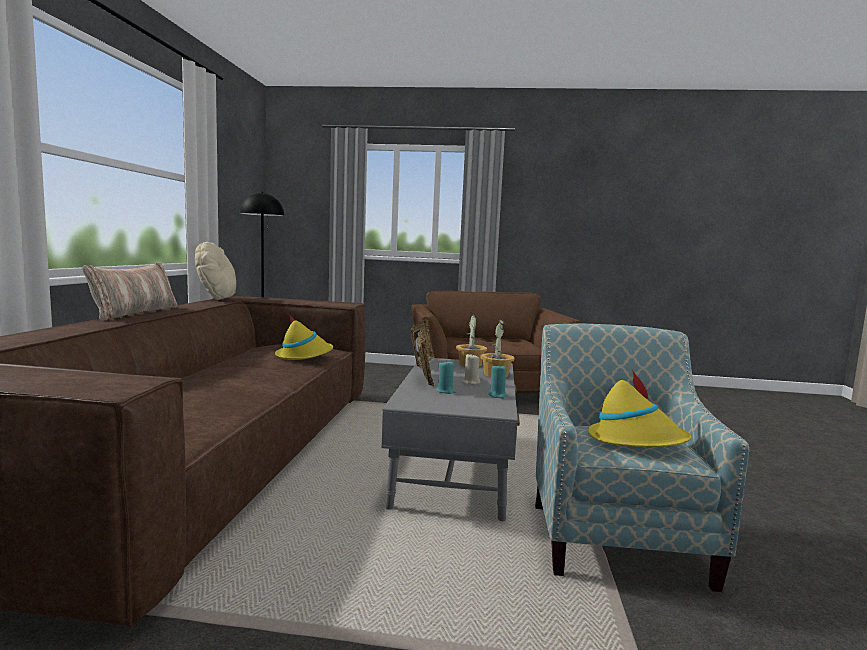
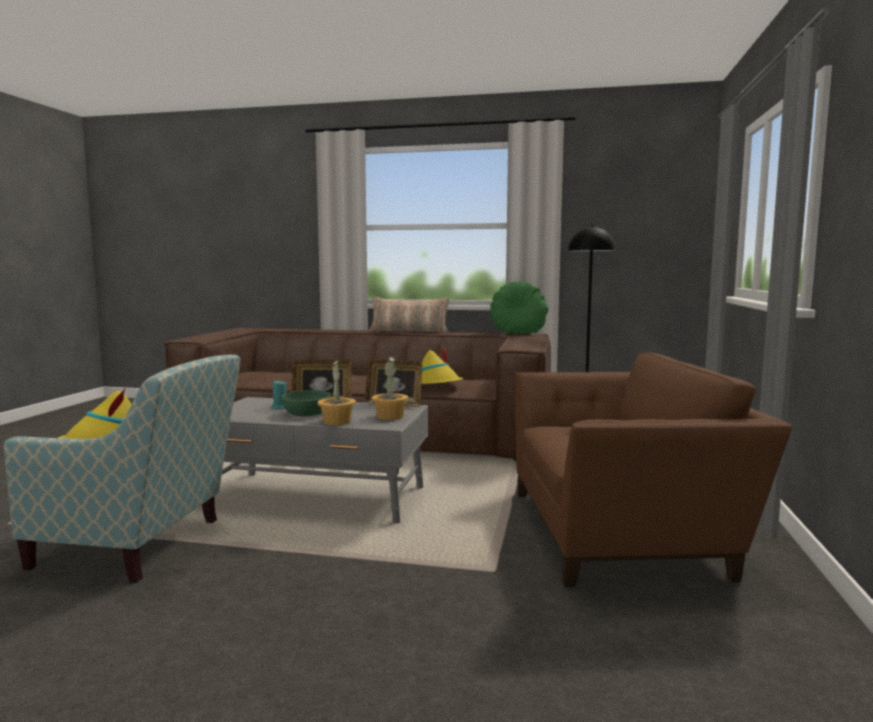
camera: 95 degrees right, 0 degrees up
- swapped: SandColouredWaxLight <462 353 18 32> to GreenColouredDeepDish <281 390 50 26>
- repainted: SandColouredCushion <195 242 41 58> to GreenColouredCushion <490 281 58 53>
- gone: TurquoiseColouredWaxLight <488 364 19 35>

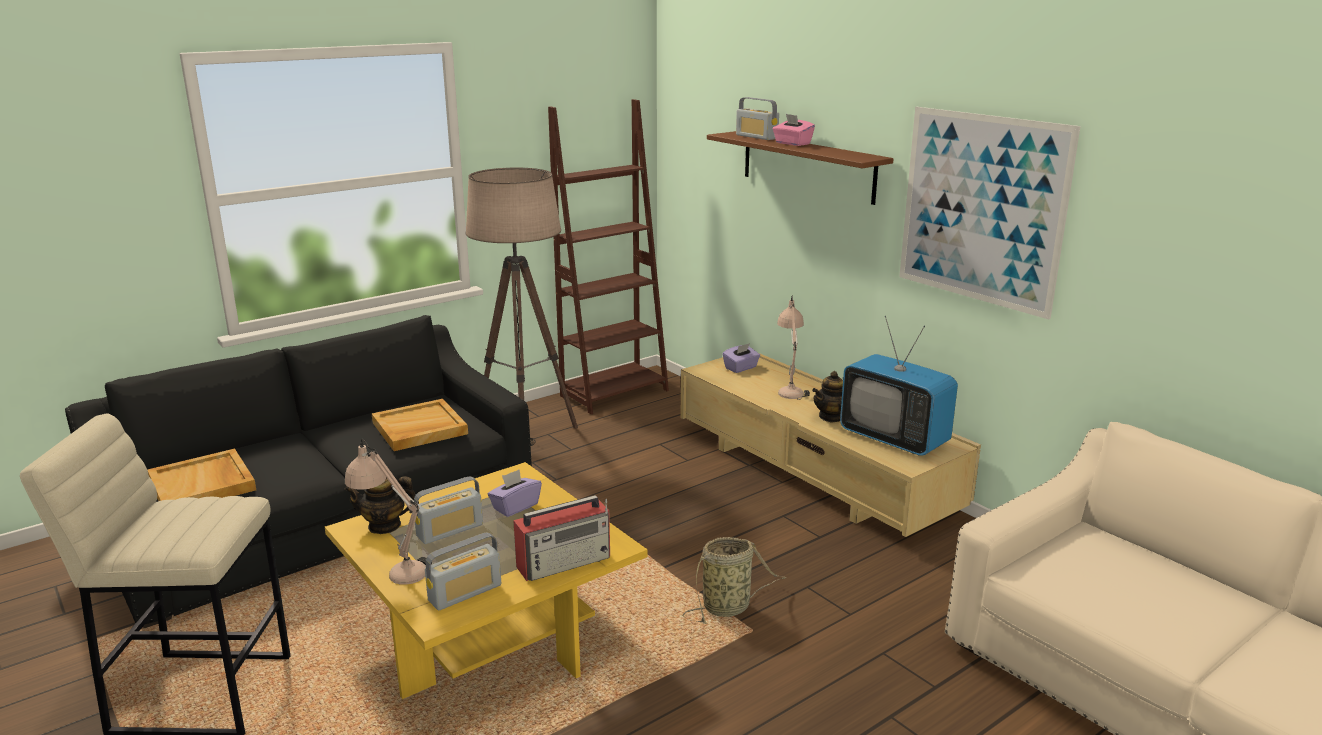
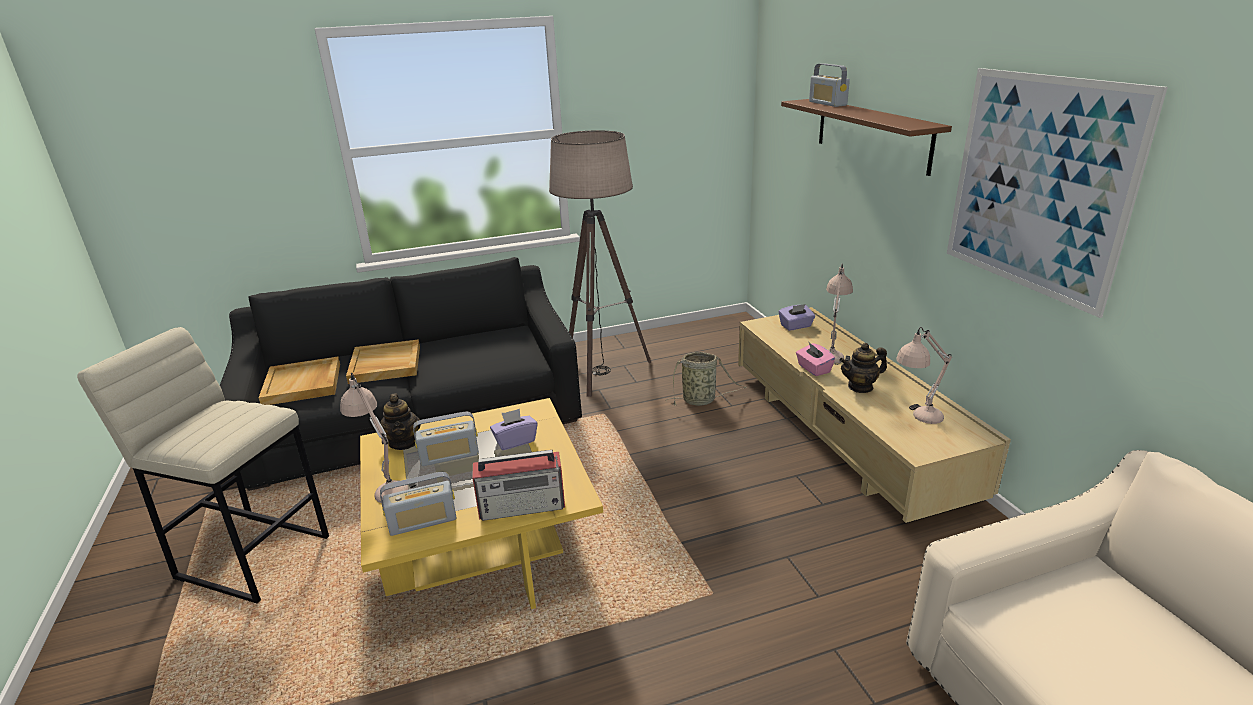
camera: 20 degrees right, 5 degrees up
- shifted: SandColouredCarryingTray <372 399 96 52> to <346 339 74 45>
- rotated: PotForTea <344 476 75 58> = <380 393 41 57> 120 degrees counterclockwise
- shifted: StorageBasket <682 537 105 87> to <666 352 81 54>
- shifted: PinkishTissueBox <773 114 42 32> to <796 343 39 33>
- swapped: TvSet <840 316 118 140> to SandColouredTableLamp <896 327 56 97>
- gone: BrownColouredBookcase <548 99 121 315>

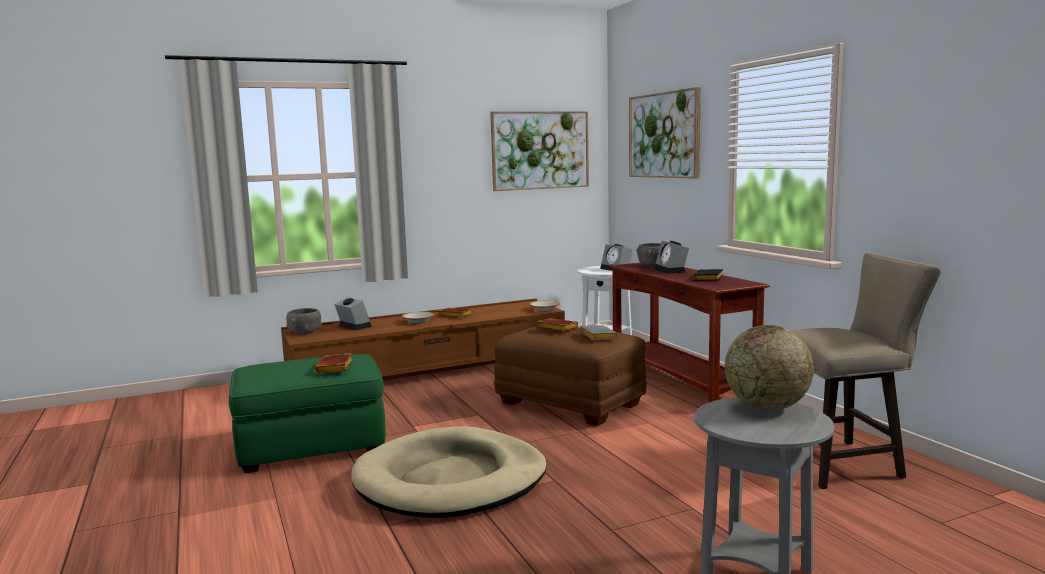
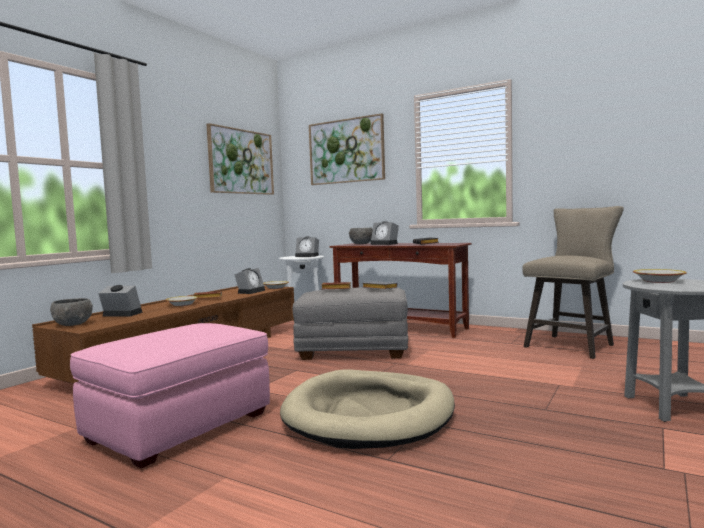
camera: 35 degrees left, 5 degrees down
- repainted: GreenColouredPouffe <229 354 157 119> to PinkishPouffe <70 323 200 145>
- new: TableClock <234 268 31 26>
- repainted: BrownColouredPouffe <494 326 153 100> to GreyPouffe <293 287 115 73>
- swapped: Globe <725 325 89 86> to DeepDish <633 269 54 14>
- gone: BrownColouredVolume <314 353 39 21>

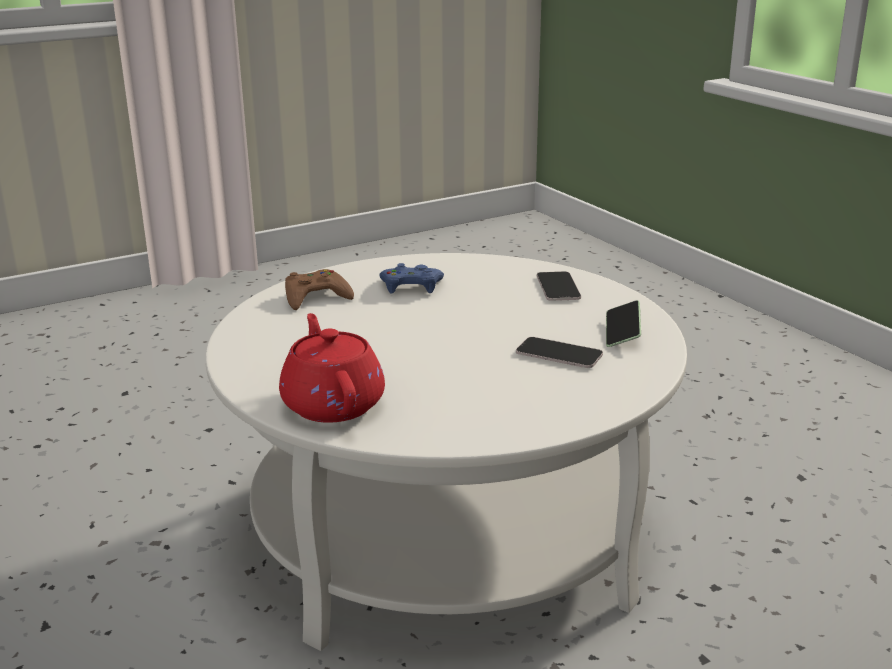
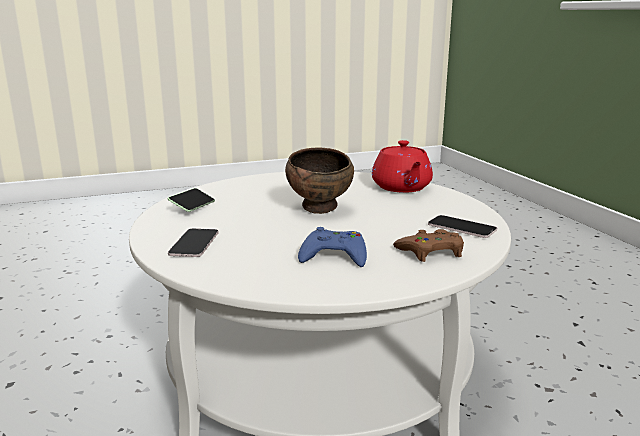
camera: 170 degrees left, 5 degrees down
- new: BrownColouredDeepDish <285 147 69 67>
- shifted: Phone <516 337 87 31> to <428 215 69 23>

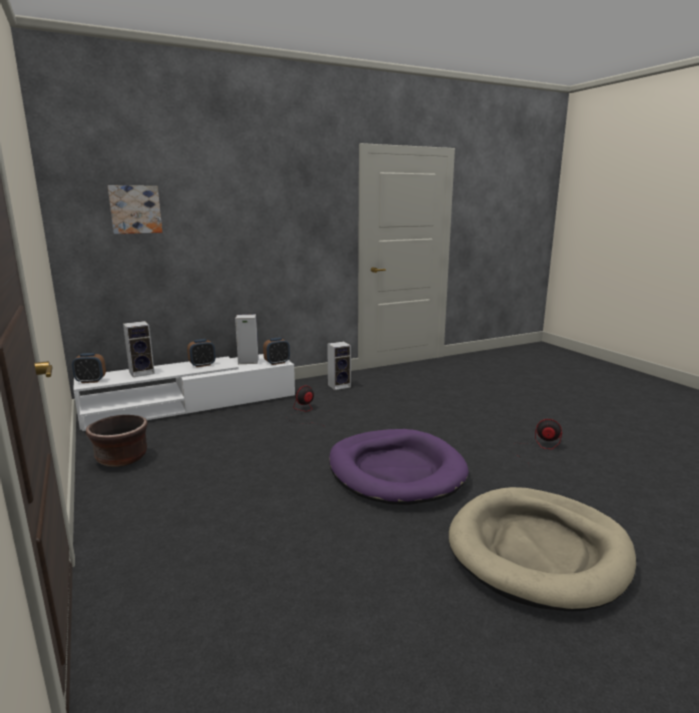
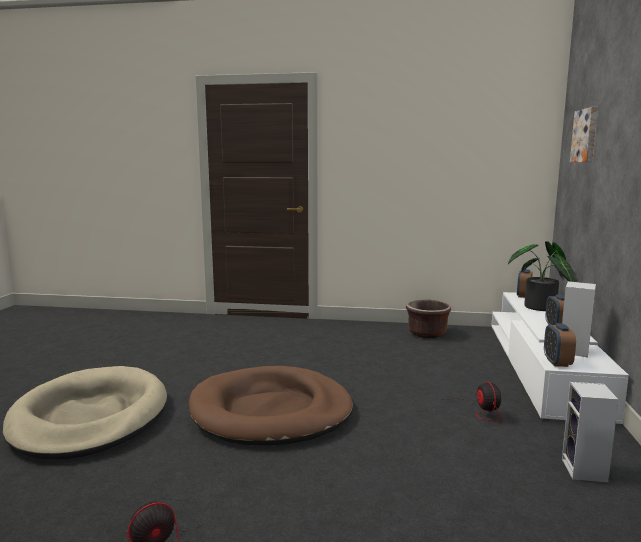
camera: 125 degrees right, 5 degrees down
- repainted: PurplePetBed <329 429 140 76> to BrownColouredPetBed <189 366 164 79>
- swapped: Loudspeaker <123 321 32 56> to PlantInAPot <508 241 67 70>

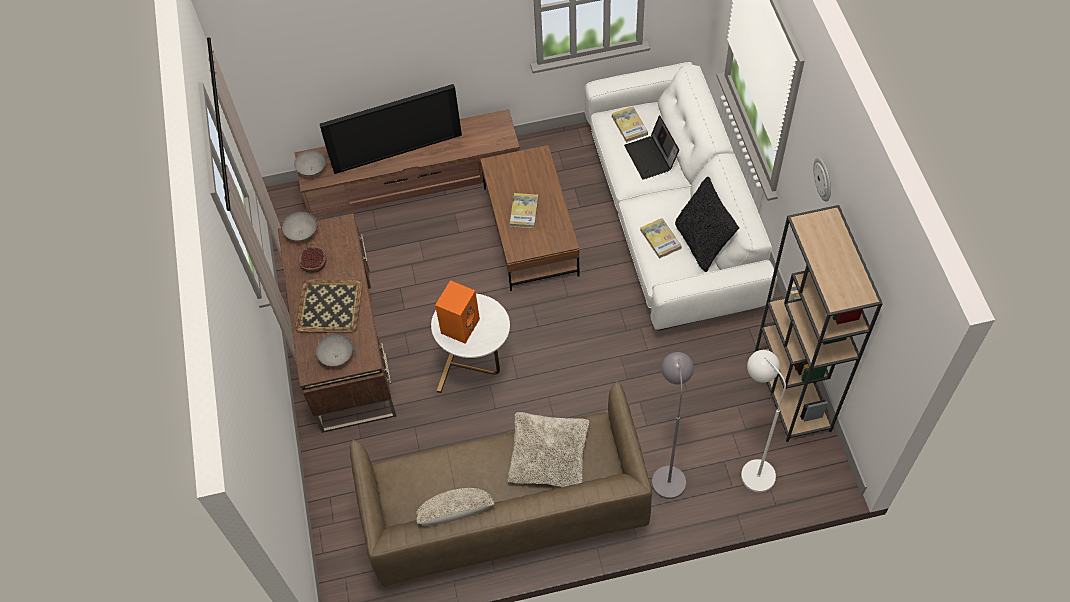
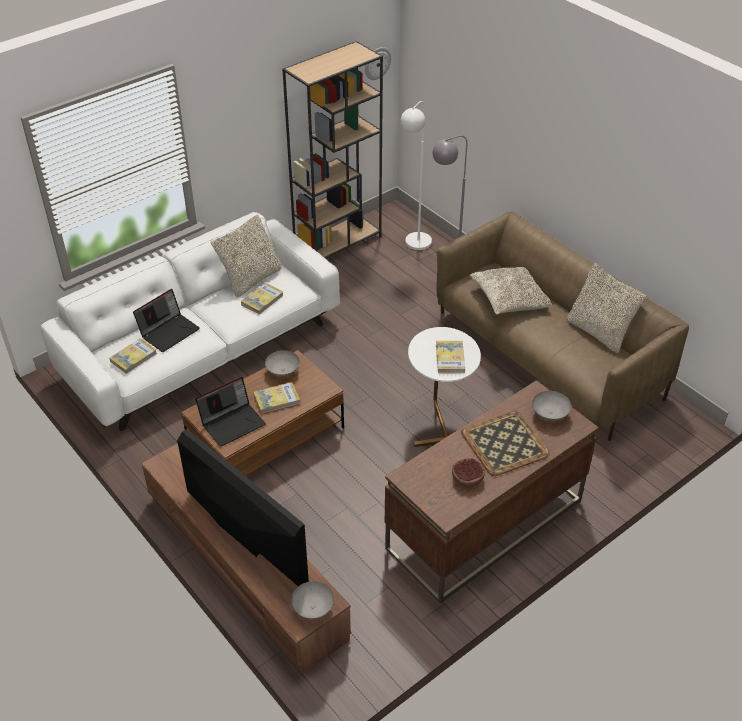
camera: 120 degrees left, 15 degrees down
- new: NotebookComputer <195 377 71 70>
- repainted: BlackColouredCushion <675 176 64 96> to SandColouredCushion <211 215 71 83>
- shifted: GreyDeepDish <282 212 35 29> to <265 350 35 27>
- shifted: ClockOnTheWall <813 157 18 44> to <365 47 26 33>
- swapped: OrangeColouredLoudspeaker <435 280 45 64> to Volume <436 341 29 32>

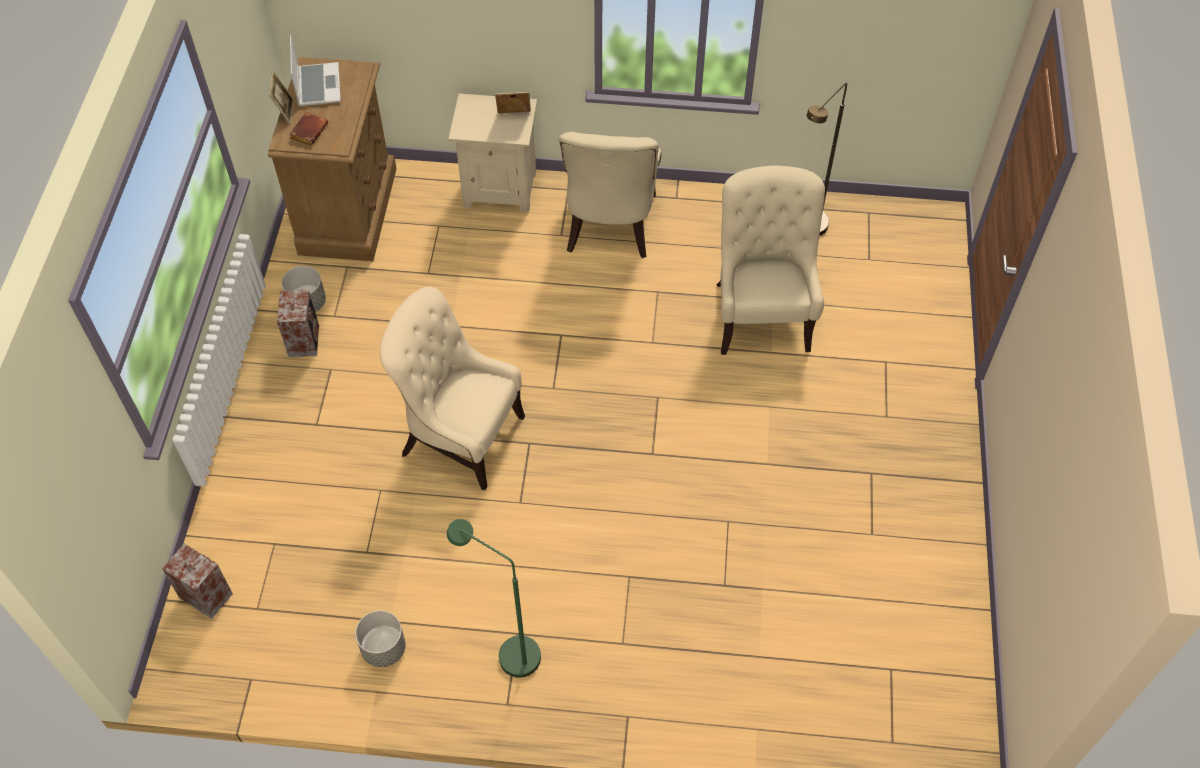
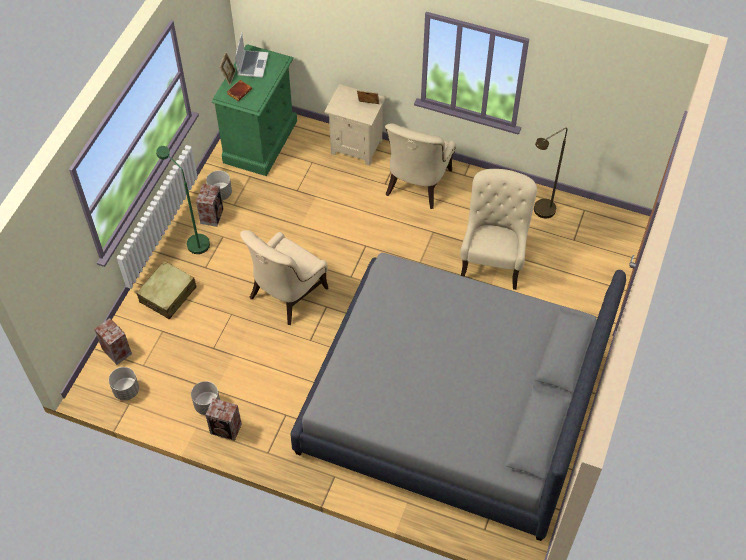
camera: 15 degrees right, 0 degrees up
- new: GreyFlowerPot <109 367 30 34>
- new: SandColouredSuitcase <136 261 61 58>
- shifted: GreenColouredStandardLamp <447 519 94 159> to <156 146 54 108>
- new: Loudspeaker <205 398 37 43>
- repainted: BrownColouredDresser <268 57 129 204> to GreenColouredDresser <212 44 85 132>
- rotated: SandColouredUprightChair <380 287 145 204> = <240 230 88 95> 90 degrees counterclockwise
- new: GreySleepingBed <290 253 336 288>

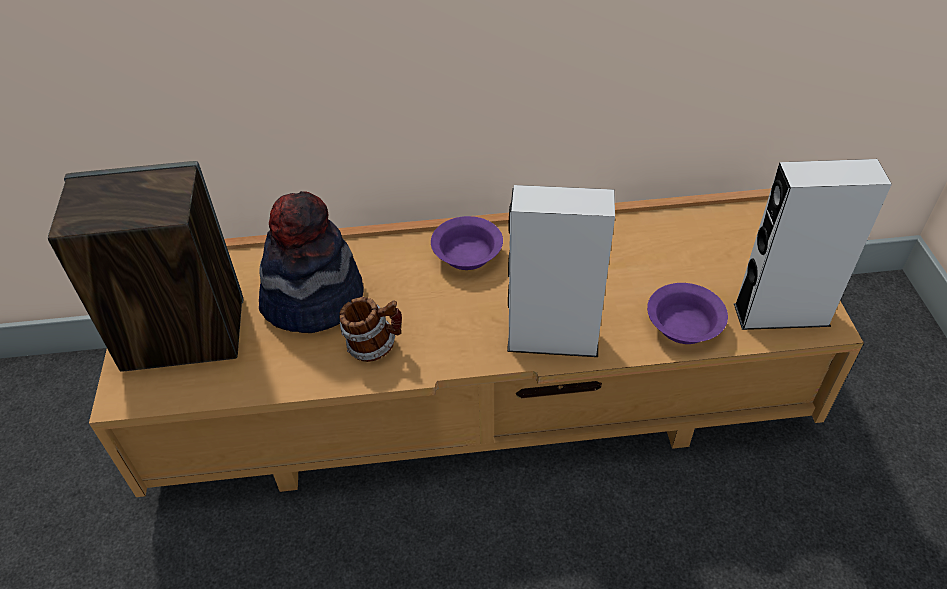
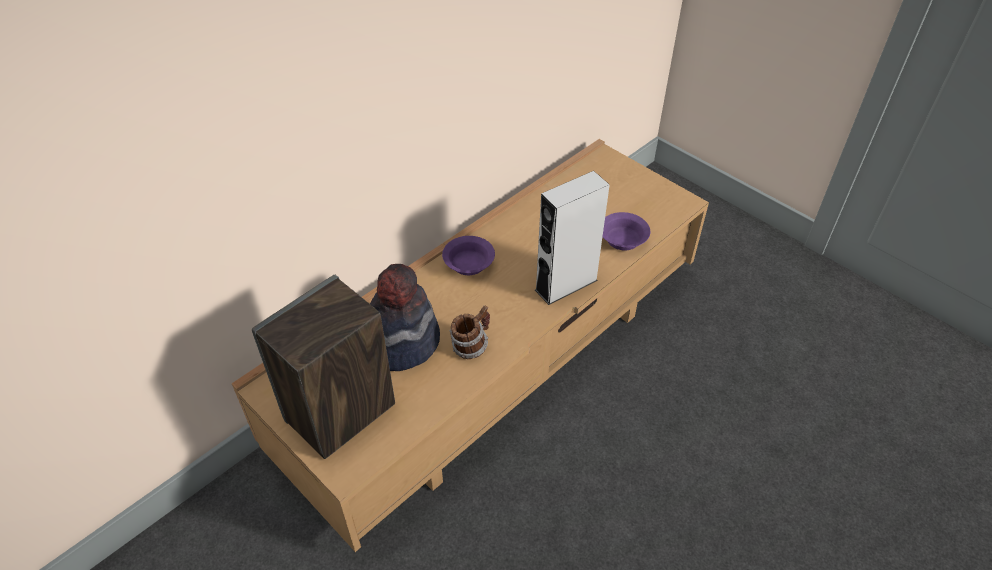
camera: 40 degrees left, 0 degrees up
- gone: GreyLoudspeaker <734 159 158 171>

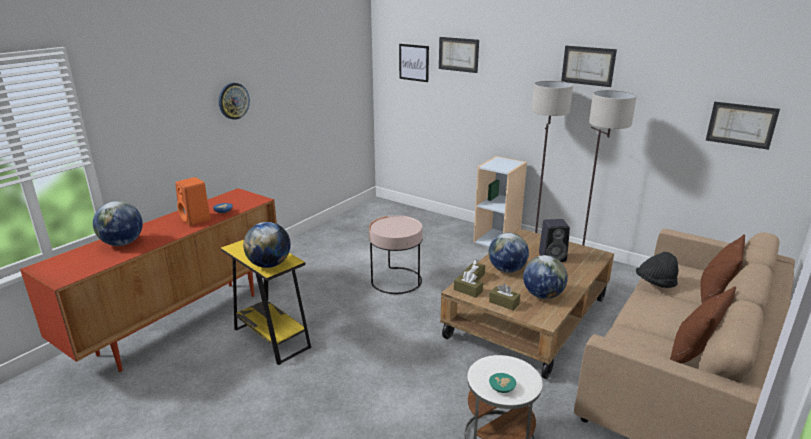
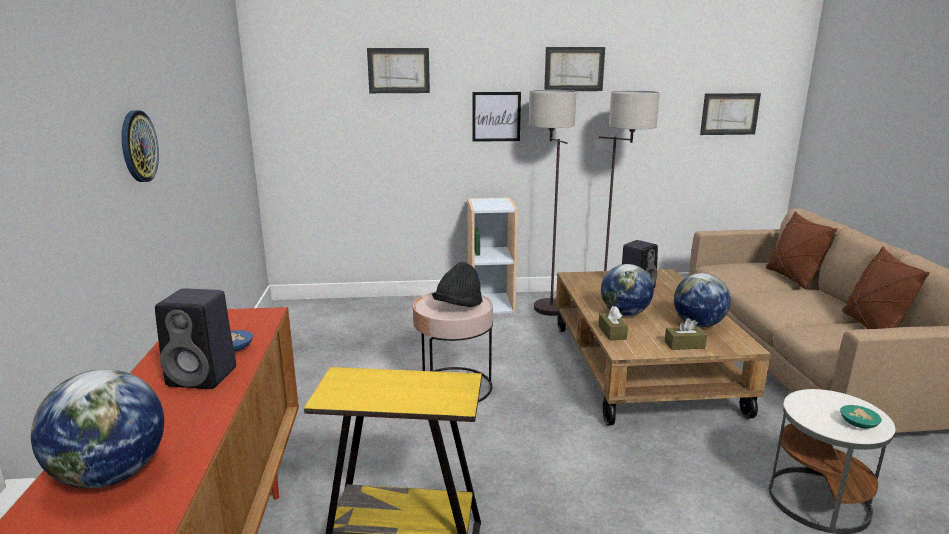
camera: 40 degrees left, 5 degrees down
- repainted: OrangeColouredLoudspeaker <175 177 36 49> to BlackColouredLoudspeaker <155 288 81 101>
- shifted: BlackColouredHat <636 252 43 36> to <432 262 51 45>
- shifted: WallPicture <399 44 30 38> to <472 92 49 50>
- gone: Globe <243 222 48 46>
- gone: BrownColouredTissueBox <454 271 29 27>

